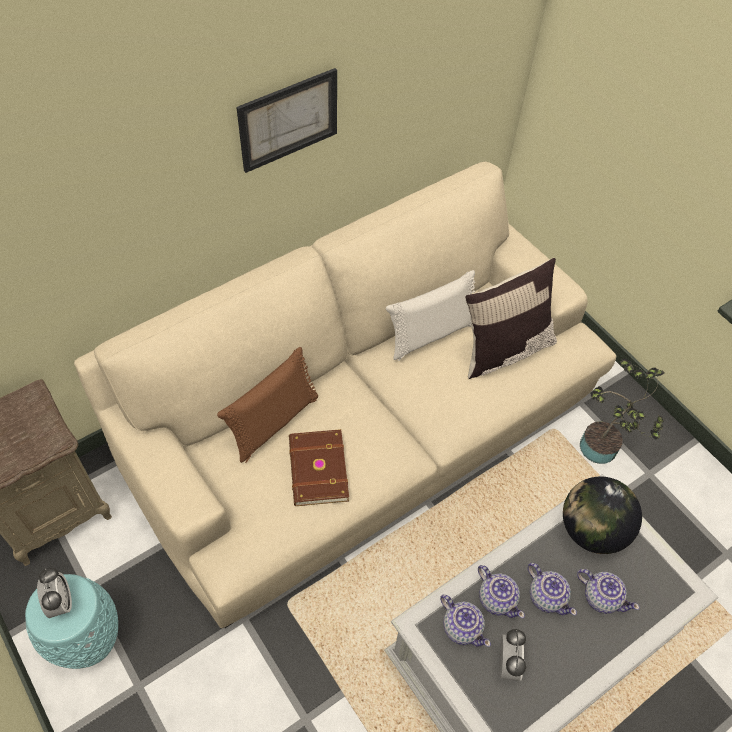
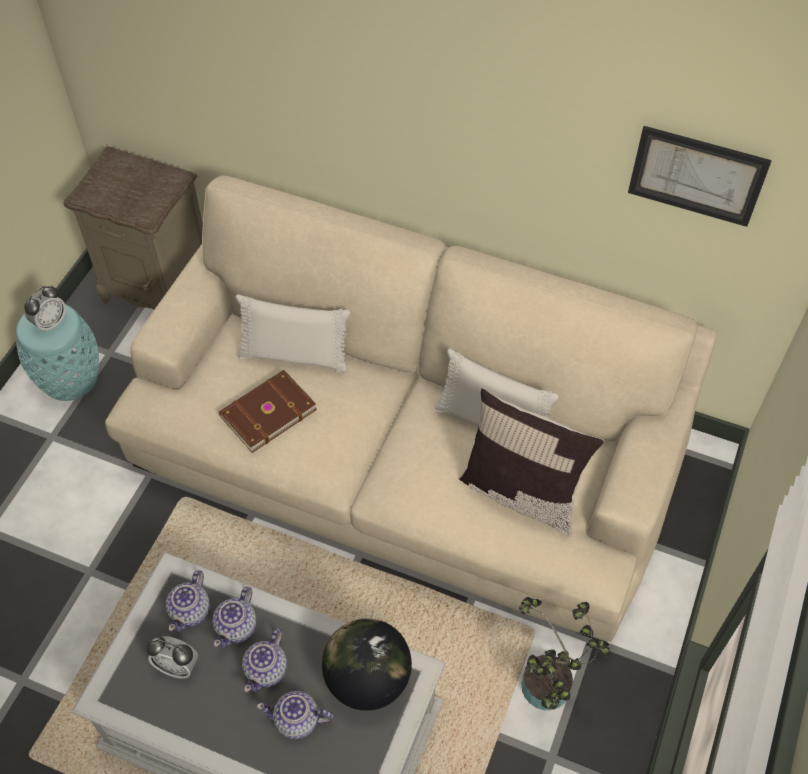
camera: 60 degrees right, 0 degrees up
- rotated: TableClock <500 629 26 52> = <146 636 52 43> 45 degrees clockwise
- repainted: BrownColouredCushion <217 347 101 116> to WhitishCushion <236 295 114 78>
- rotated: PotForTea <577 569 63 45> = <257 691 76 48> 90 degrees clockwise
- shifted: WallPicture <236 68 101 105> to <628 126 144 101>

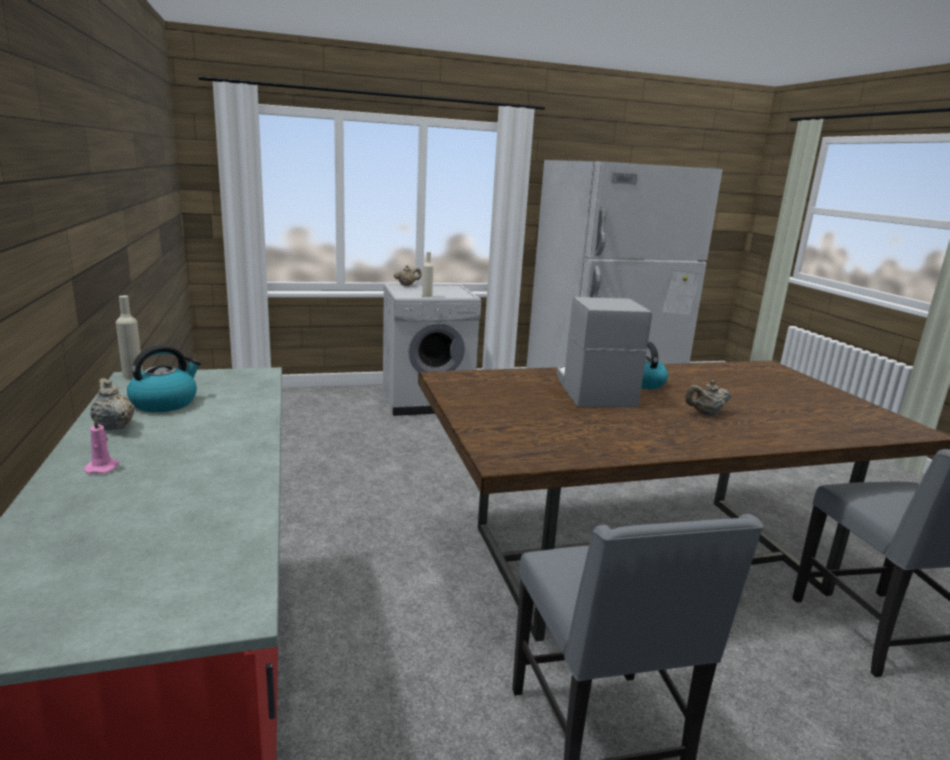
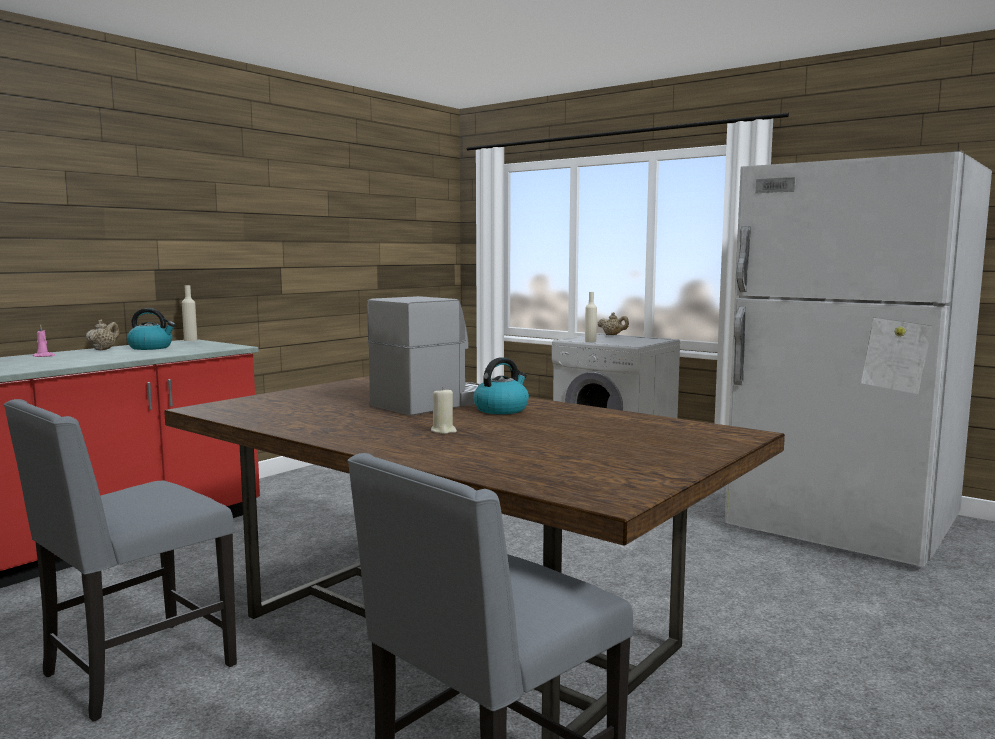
camera: 55 degrees right, 10 degrees down
- swapped: SandColouredPotForTea <685 380 46 36> to SandColouredWaxLight <431 387 26 47>

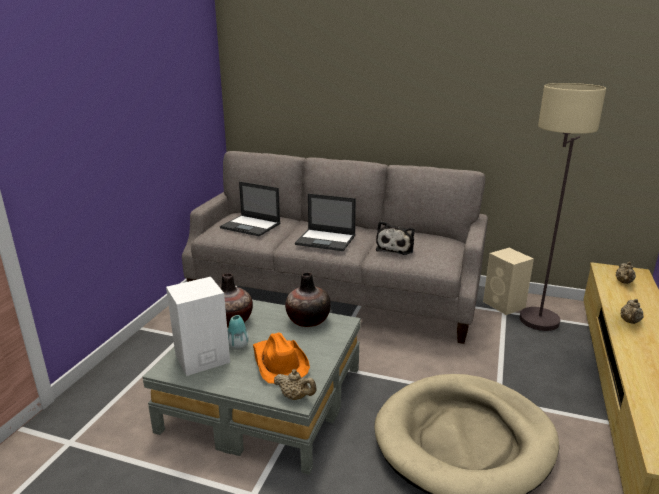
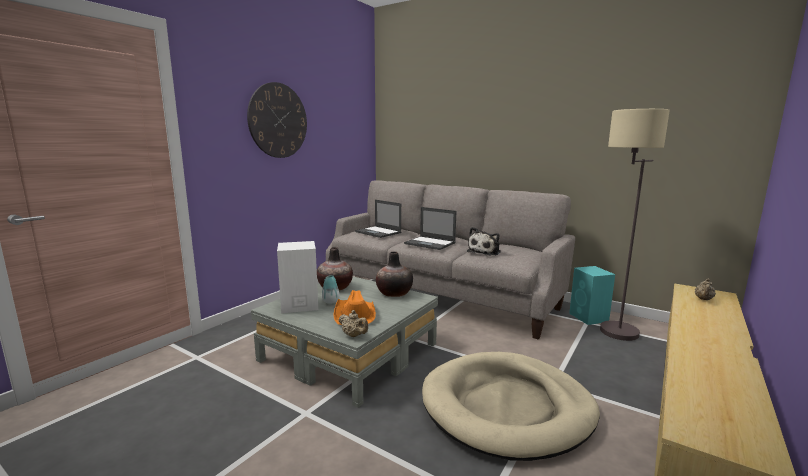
camera: 15 degrees right, 10 degrees down
- new: ClockOnTheWall <247 82 60 76>
- repainted: SandColouredLoudspeaker <483 248 51 67> to TurquoiseColouredLoudspeaker <569 266 46 59>
- gone: SandColouredPotForTea <621 299 23 25>

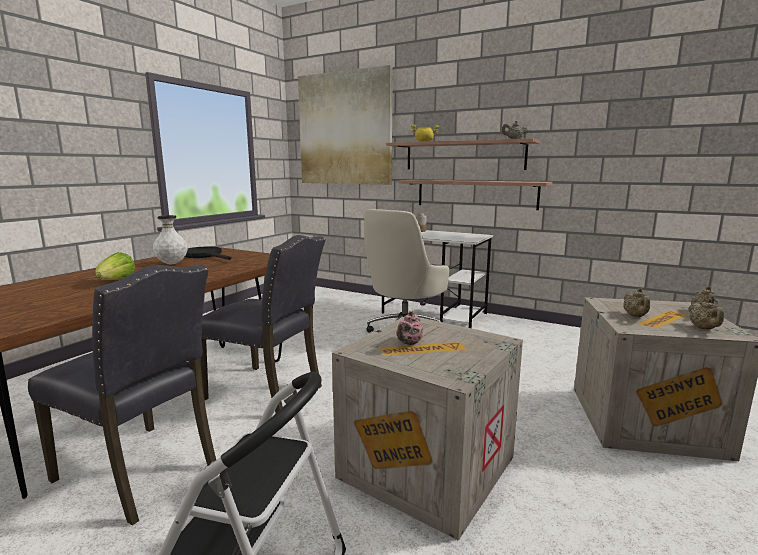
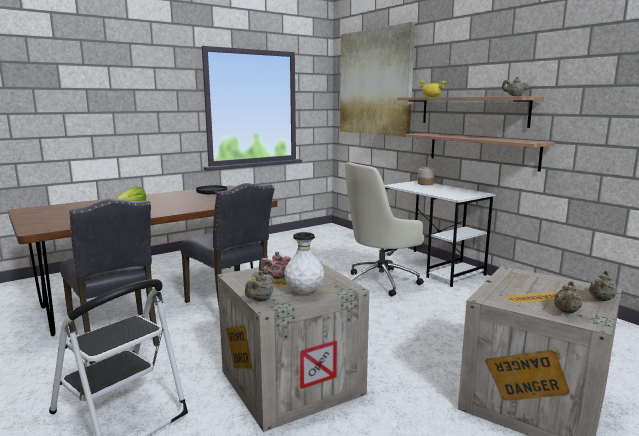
camera: 25 degrees right, 0 degrees up
- shifted: SandColouredPotForTea <623 288 27 29> to <245 271 29 31>
- shifted: WhitishFlowerVase <153 215 35 49> to <284 232 40 62>

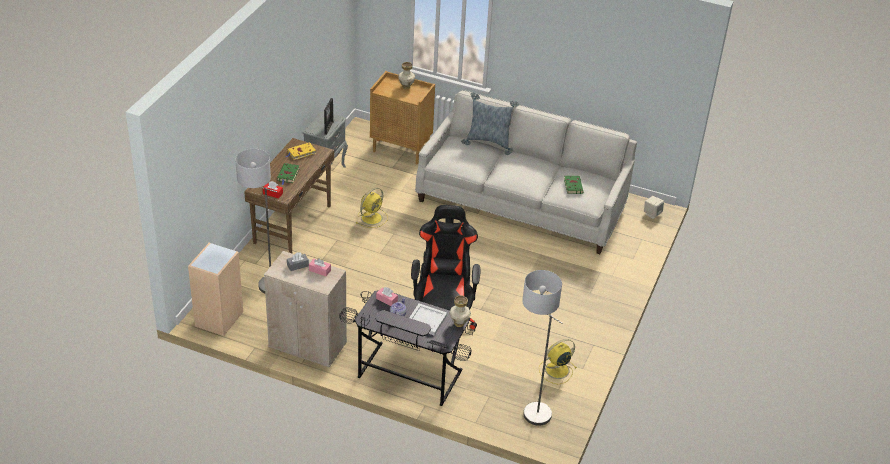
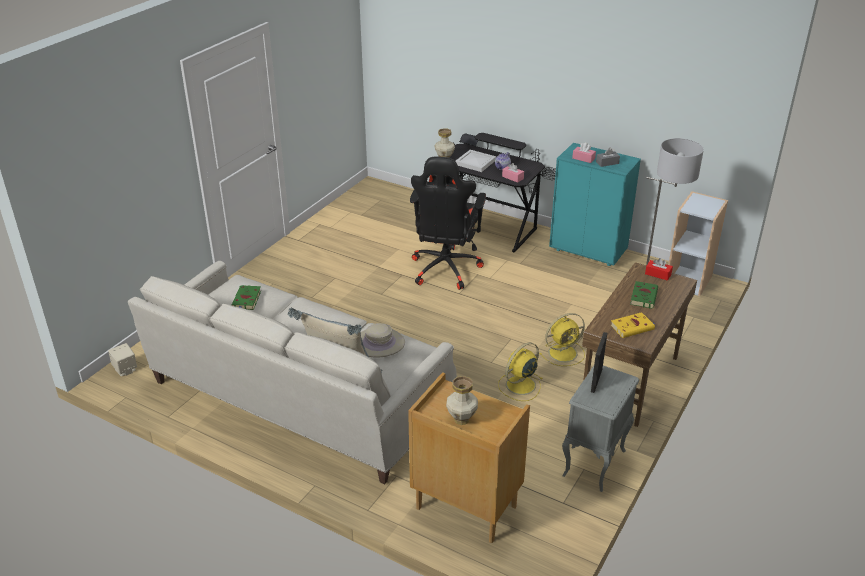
camera: 170 degrees left, 5 degrees down
- new: SandColouredHat <361 323 44 34>
- shifted: YellowishCoolingFan <539 339 37 45> to <540 313 45 53>
- repainted: SandColouredStorageCabinet <264 251 83 116> to TurquoiseColouredStorageCabinet <549 143 92 123>
- gone: GreyStandardLamp <522 270 40 156>

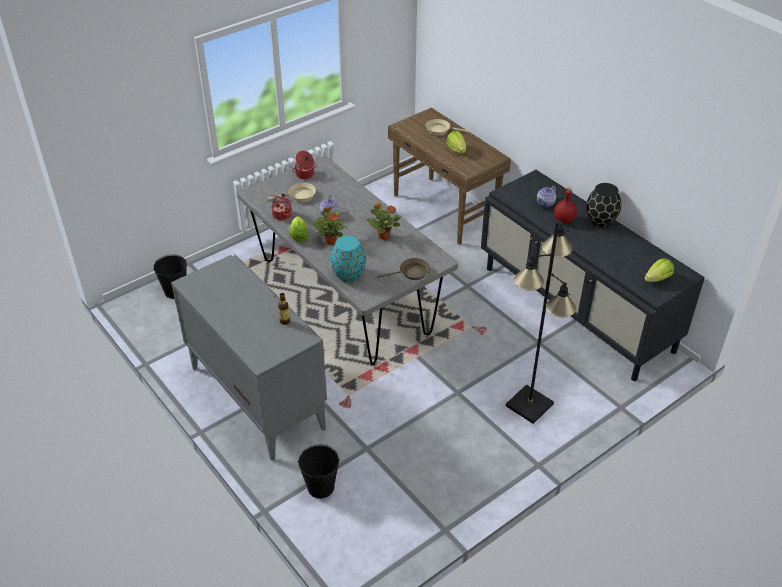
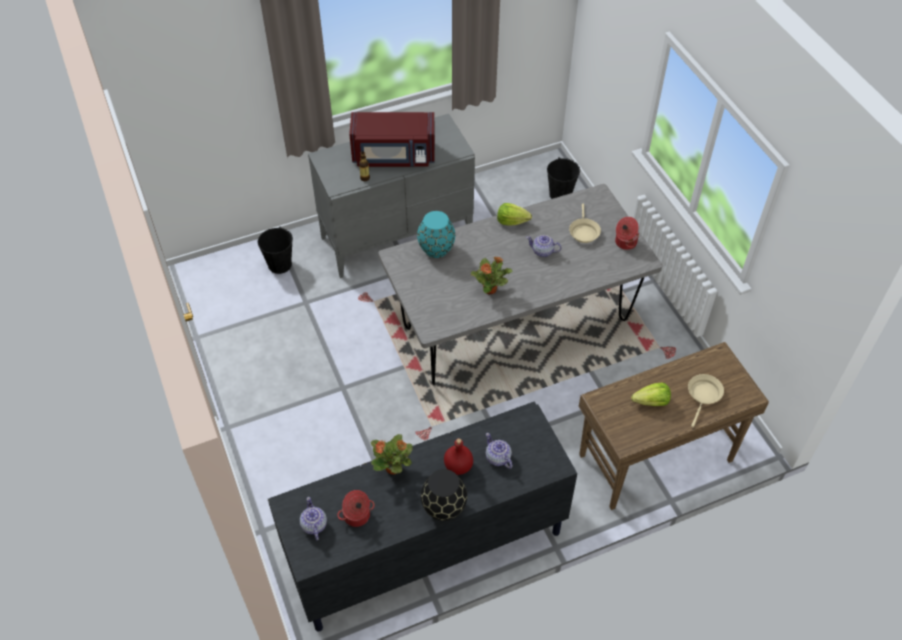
camera: 105 degrees right, 10 degrees up
- swapped: LettuceHead <645 258 29 24> to PotForTea <300 497 27 43>
- shifted: Stockpot <272 193 20 27> to <337 490 38 37>
- new: RedMicrowave <349 112 86 55>
- shifted: PlantInAPot <312 207 32 38> to <371 434 42 41>
- gone: BrownColouredPan <377 258 53 22>
- gone: BlackColouredStandardLamp <506 221 70 203>

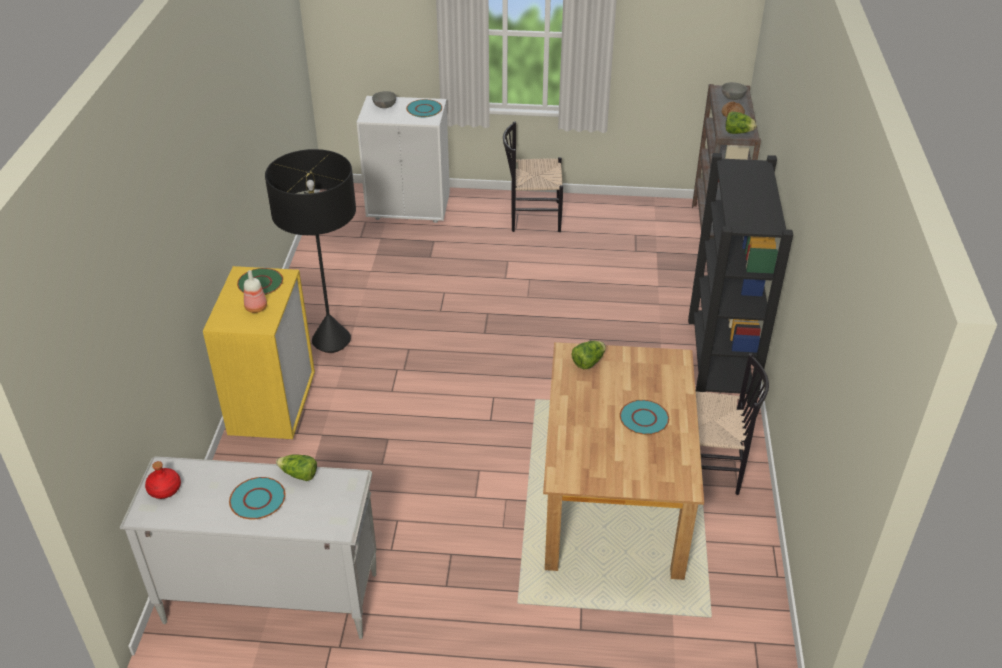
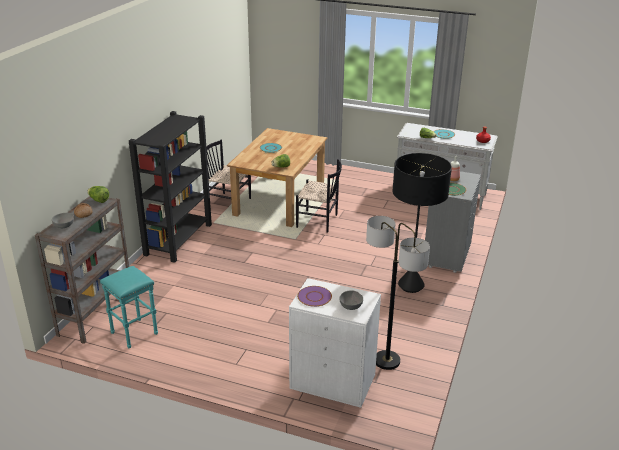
camera: 165 degrees left, 10 degrees down
- new: TurquoiseColouredSittingStool <100 266 58 82>
- shifted: BlackColouredUprightChair <503 121 60 111> to <296 159 46 74>
- repainted: TurquoiseColouredPlate <406 99 36 18> to PurplePlate <297 286 35 21>
- new: StandardLamp <366 216 64 154>
- repainted: YellowishStorageCabinet <203 266 112 173> to GreyStorageCabinet <425 171 56 102>

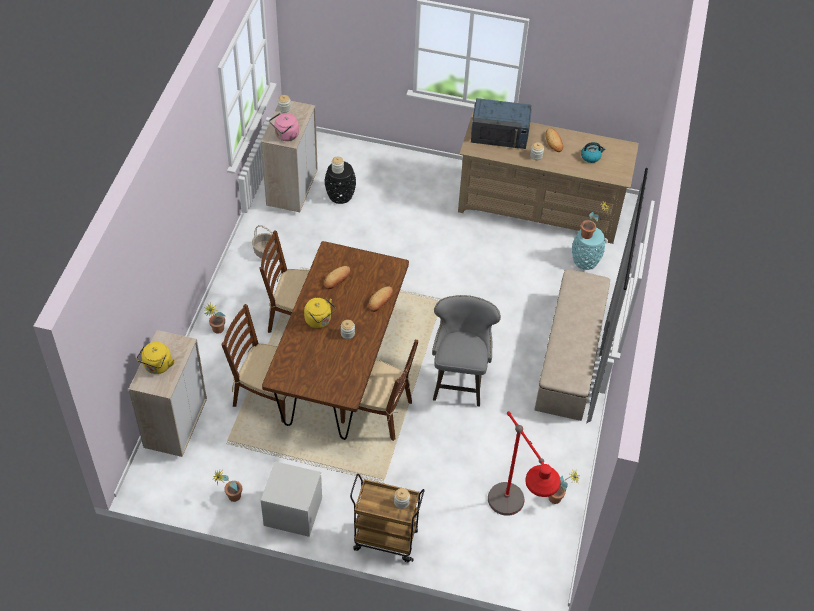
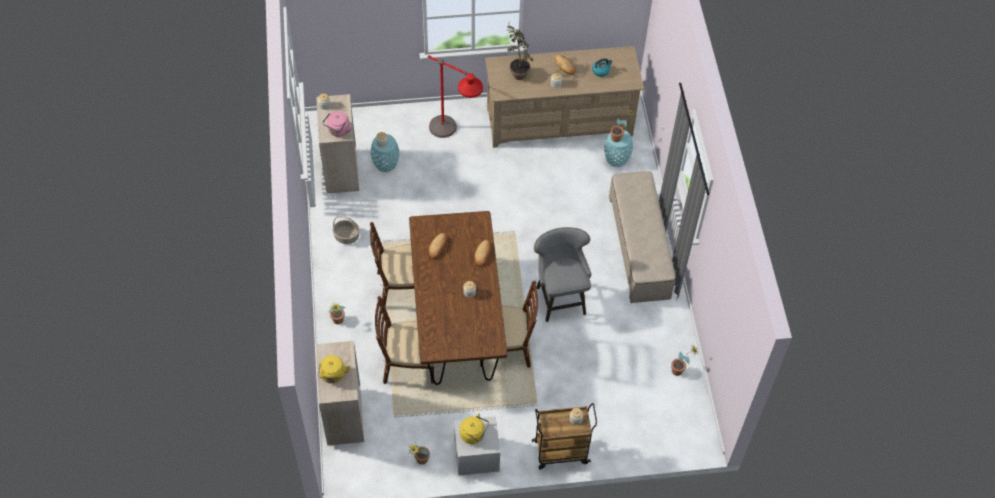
camera: 20 degrees left, 5 degrees up
- repainted: BlackColouredSittingStool <325 162 31 42> to TurquoiseColouredSittingStool <370 134 29 38>
- shifted: RedStandardLamp <488 411 73 105> to <428 55 55 83>
- shifted: YellowishWaterKettle <304 298 32 30> to <460 413 29 31>
- swapped: BlueMicrowave <471 98 61 51> to PlantInAPot <507 20 27 60>

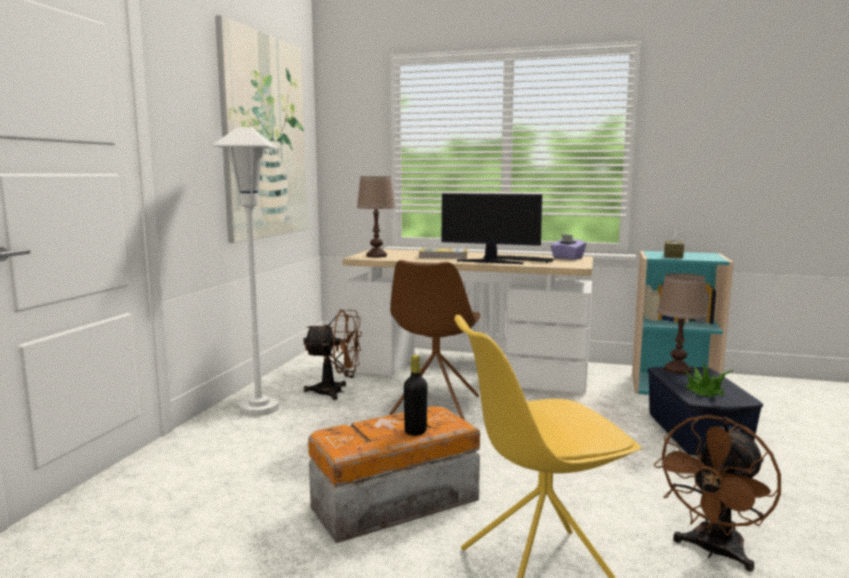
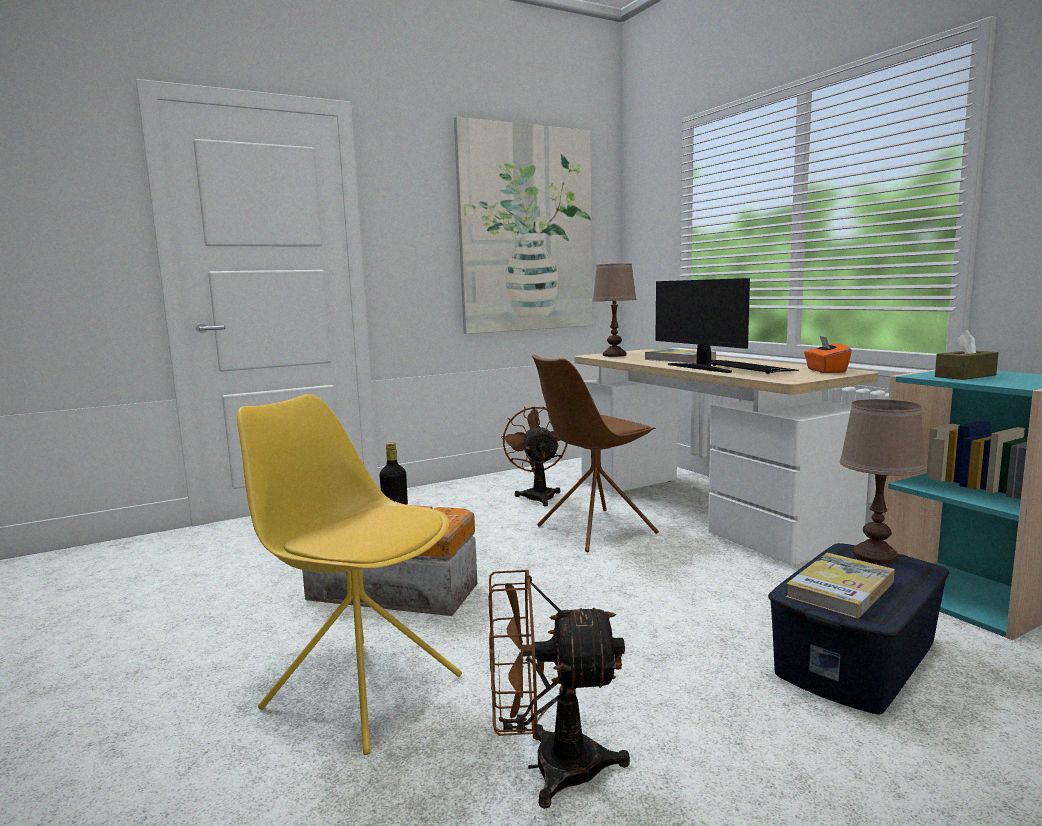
camera: 45 degrees right, 0 degrees up
- rotated: BrownColouredCoolingFan <303 310 59 90> = <501 407 66 99> 150 degrees counterclockwise
- swapped: PlantInAPot <685 362 49 36> to Volume <786 553 109 66>
- repainted: PurpleTissueBox <550 234 36 26> to OrangeColouredTissueBox <804 336 48 37>
- gone: WhitishStandardLamp <212 127 67 289>

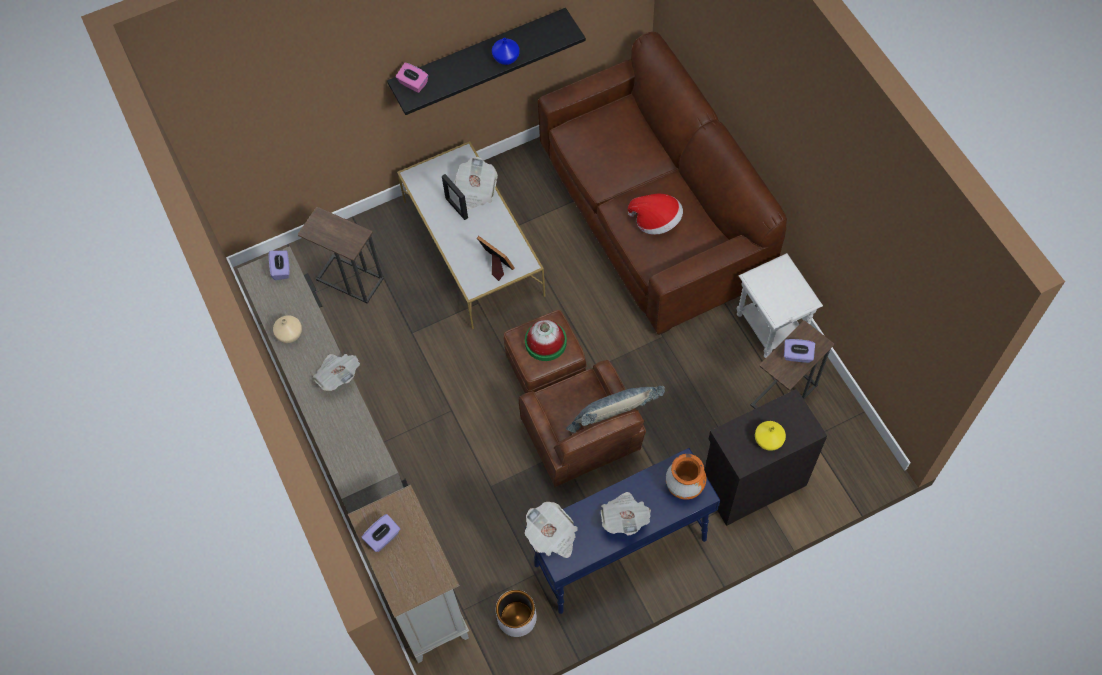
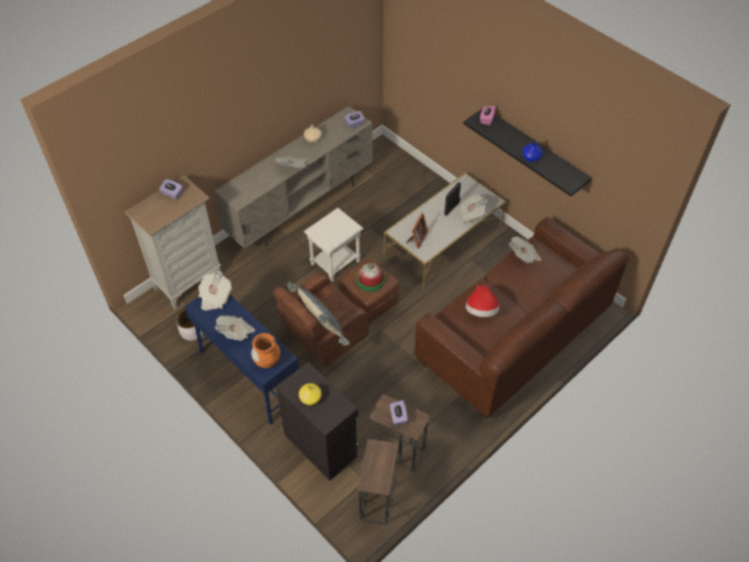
camera: 70 degrees right, 10 degrees down
- shifted: WhitishSideTable <736 253 87 105> to <304 208 60 74>
- shifted: BrownColouredSideTable <298 207 86 97> to <357 439 41 86>
- new: PrintedPaper <509 236 32 27>

